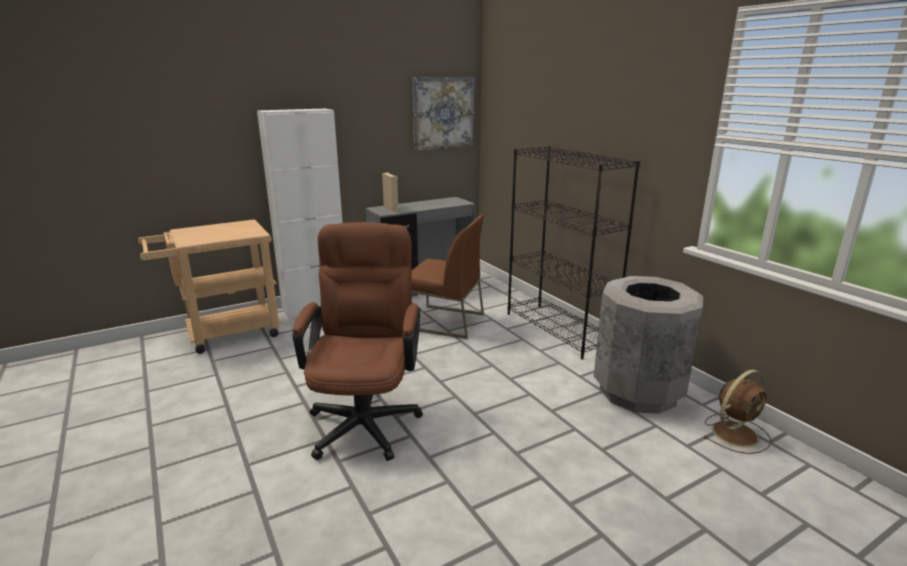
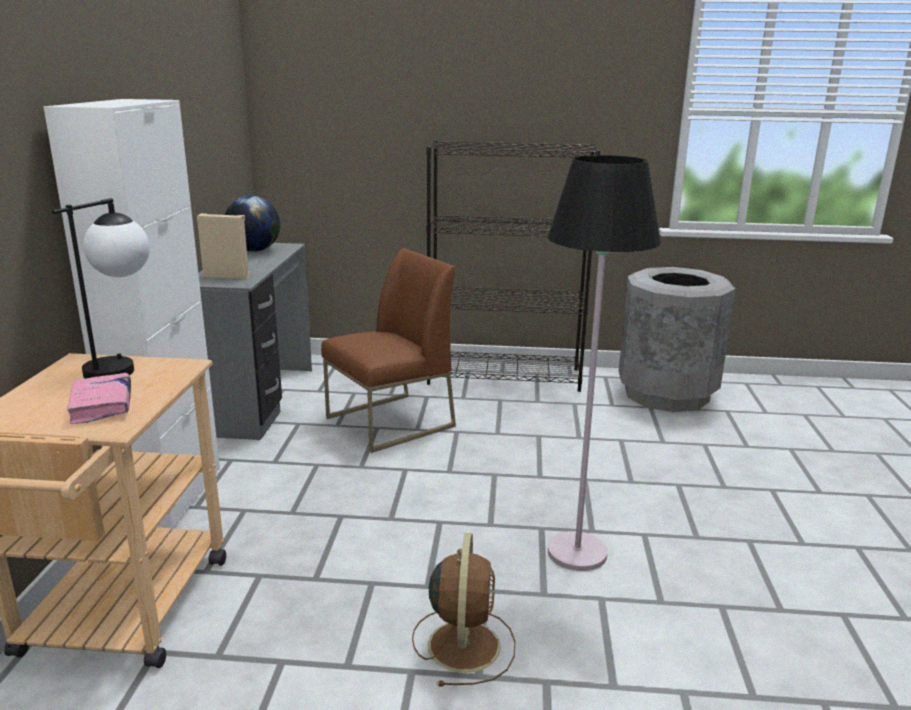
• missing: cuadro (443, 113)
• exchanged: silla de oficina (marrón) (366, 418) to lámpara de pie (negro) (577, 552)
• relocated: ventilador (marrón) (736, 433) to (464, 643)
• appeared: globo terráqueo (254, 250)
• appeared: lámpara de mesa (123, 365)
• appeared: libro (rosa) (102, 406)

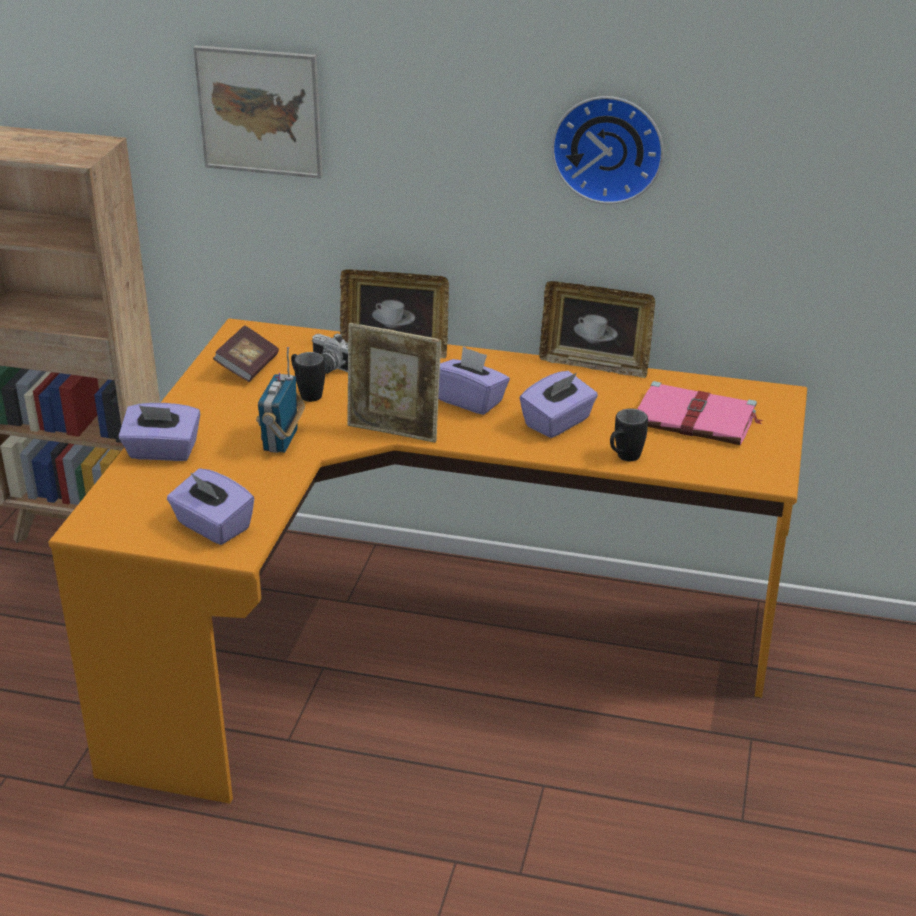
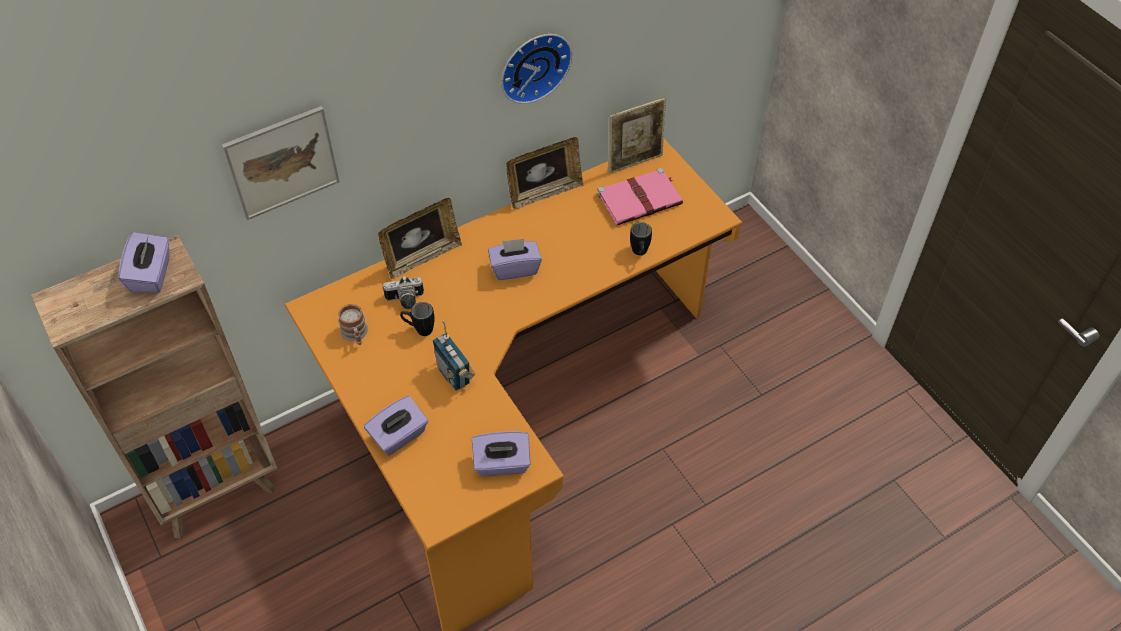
• relocated: portarretratos (394, 431) to (635, 162)
• exchanged: libro (248, 367) to taza grande (355, 334)
• relocated: caja de pañuelos (morado) (558, 423) to (152, 275)

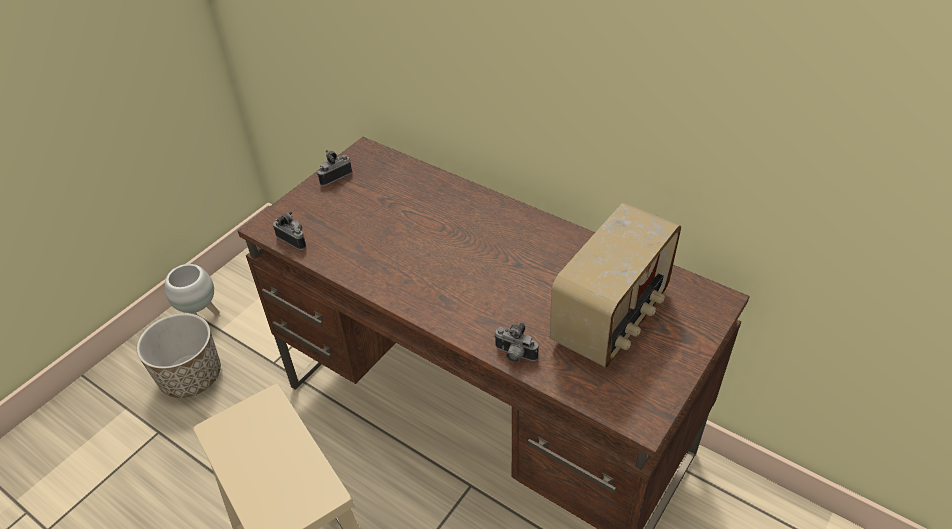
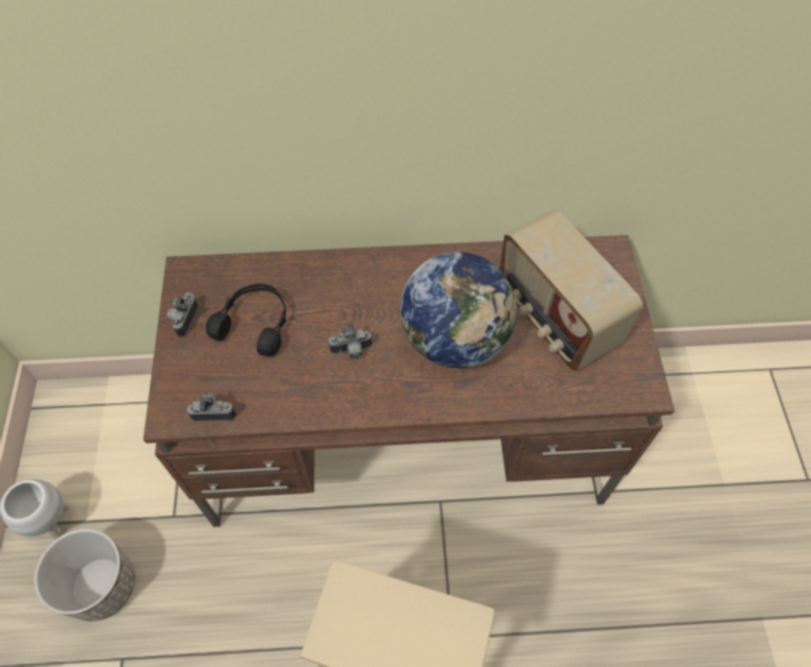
• spun: radio (612, 319) = (554, 317) 150 degrees clockwise
• relocated: cámara (514, 355) to (351, 351)
• appeared: globo terráqueo (455, 338)
• appeared: auriculares (negro) (255, 323)

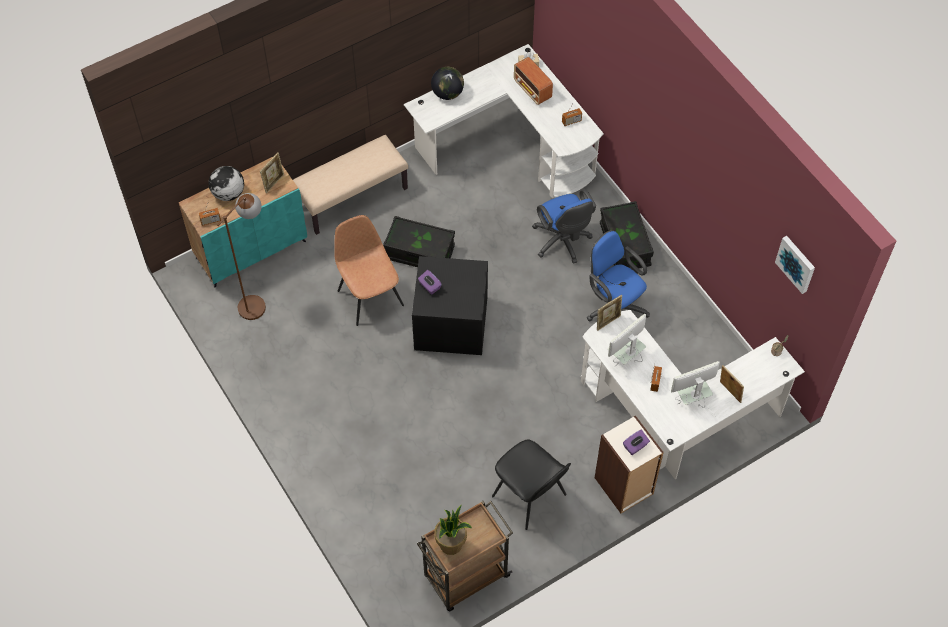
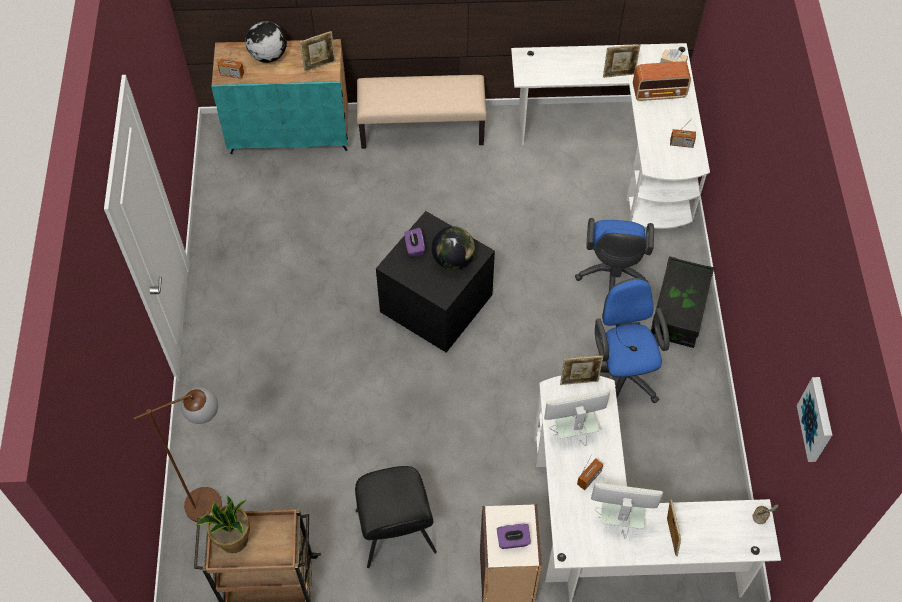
• spun: radio (532, 90) = (659, 92) 90 degrees counterclockwise
• relocated: globo terráqueo (447, 93) to (453, 259)
• relocated: lámpara de pie (marrón) (257, 300) to (216, 499)
• missing: silla (marrón) (370, 296)
• missing: caja de almacenaje (negro) (420, 253)
• appeared: portarretratos (619, 74)

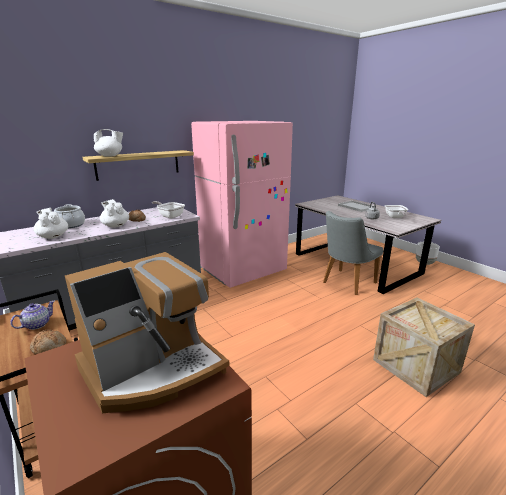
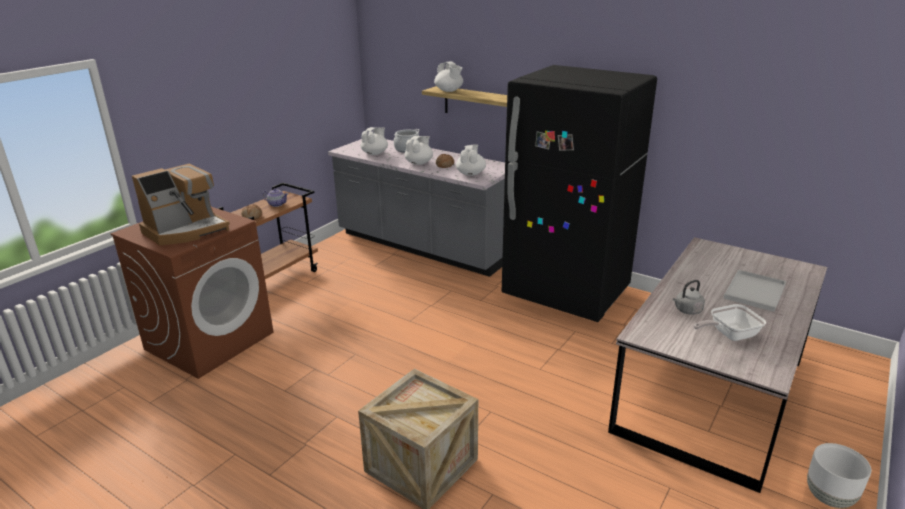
• colour: nevera (rosa) (243, 271) to nevera (negro) (566, 293)
• exchanged: sartén (169, 216) to tetera (blanco) (470, 173)
• missing: silla (gris) (345, 283)
• spun: cafetera (153, 368) = (186, 230) 75 degrees counterclockwise

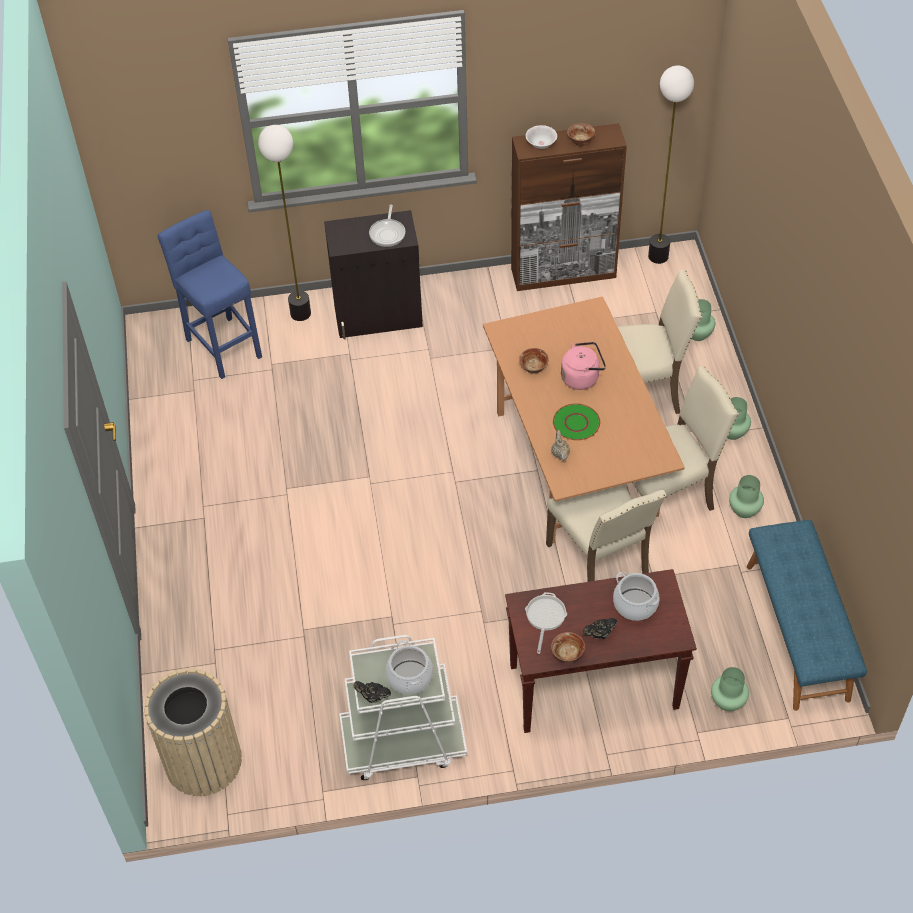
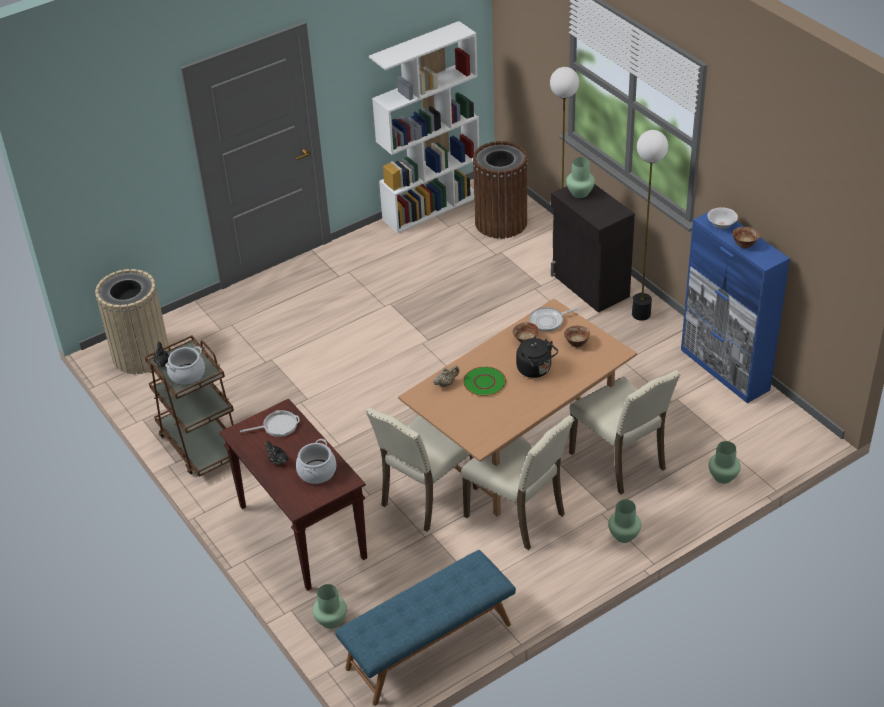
• relocated: lámpara de pie (658, 256) to (641, 314)
• colour: armario (marrón) (564, 273) to armario (azul) (725, 370)
• relocated: sartén (388, 233) to (548, 321)
• exchanged: taburete (azul) (222, 345) to papelera (marrón) (501, 222)
• colour: hervidor (rosa) (582, 377) to hervidor (negro) (536, 370)
• relocated: florero (verde) (744, 509) to (580, 193)
• relocated: cuenco (567, 655) to (576, 343)
• colour: carrito (blanco) (403, 742) to carrito (marrón) (200, 444)
• appeared: estantería (blanco) (432, 207)

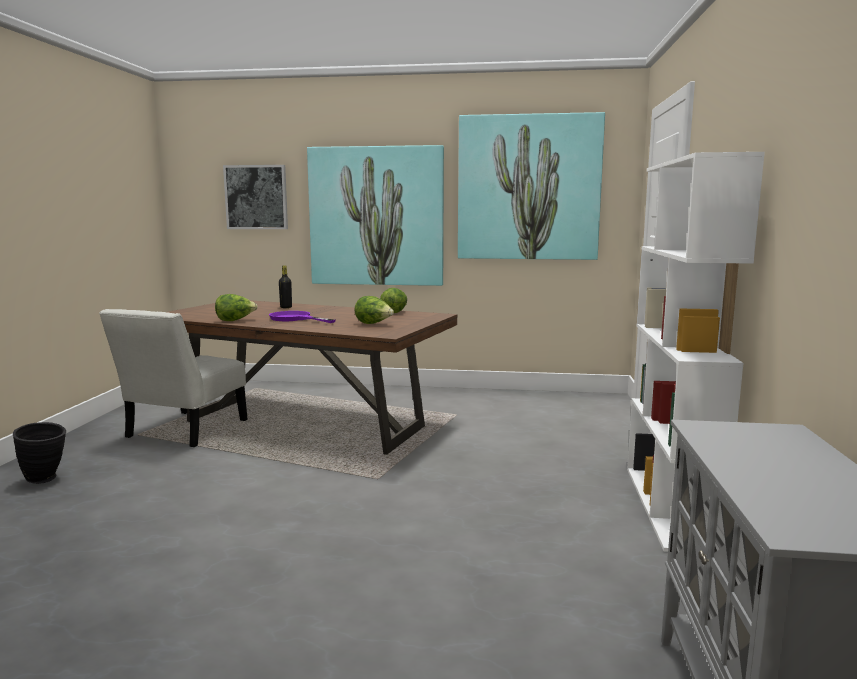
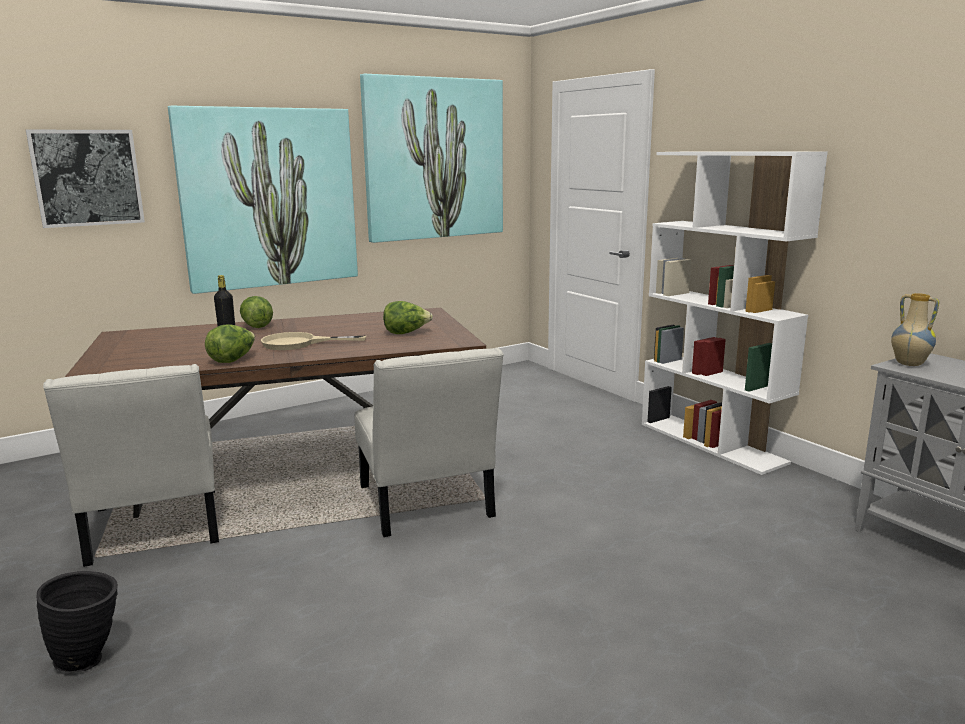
• relocated: lechuga (394, 312) to (257, 326)
• colour: sartén (morado) (295, 319) to sartén (beis) (299, 343)
• appeared: florero (908, 364)
• appeared: silla (blanco) (426, 506)

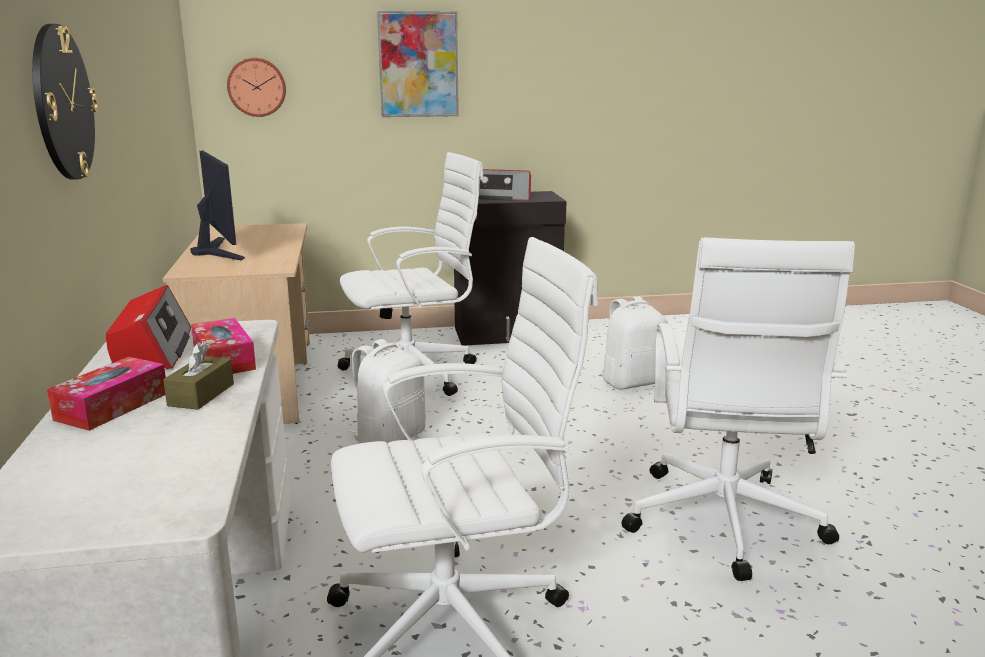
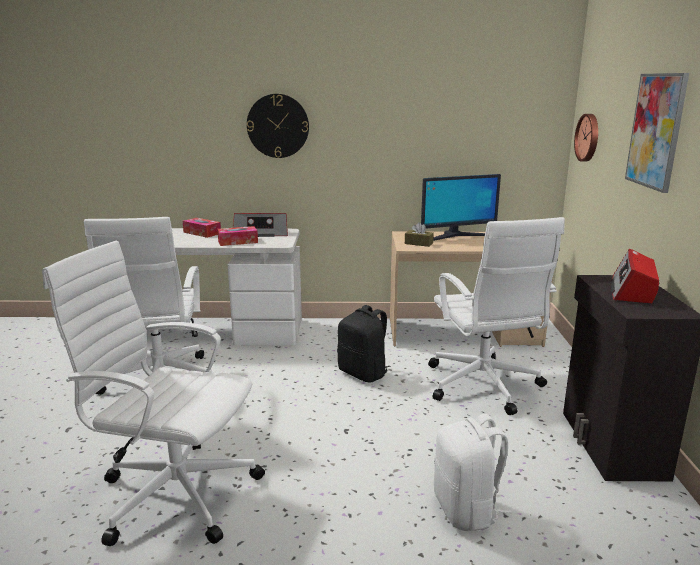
• colour: mochila (blanco) (389, 438) to mochila (negro) (363, 373)
• relocated: caja de pañuelos (marrón) (201, 395) to (418, 243)

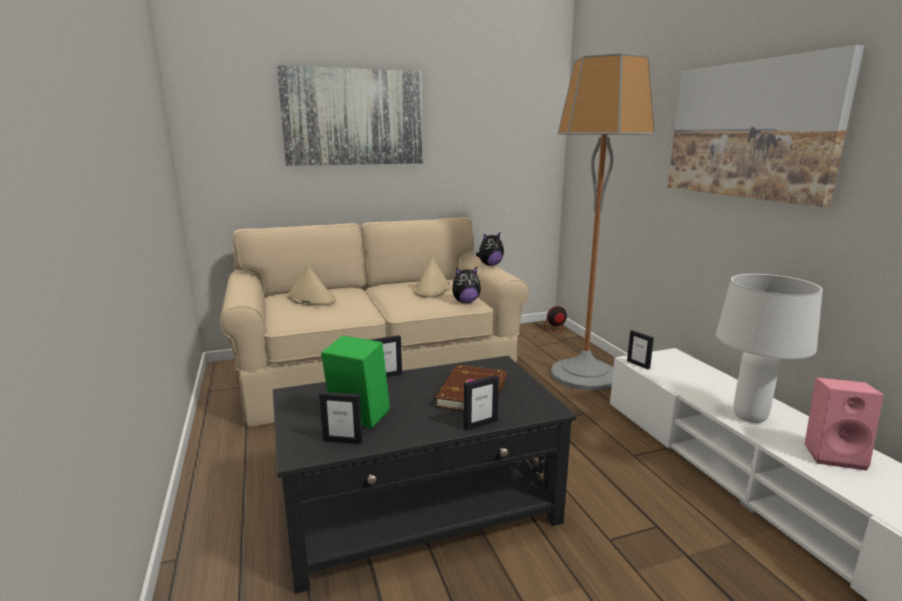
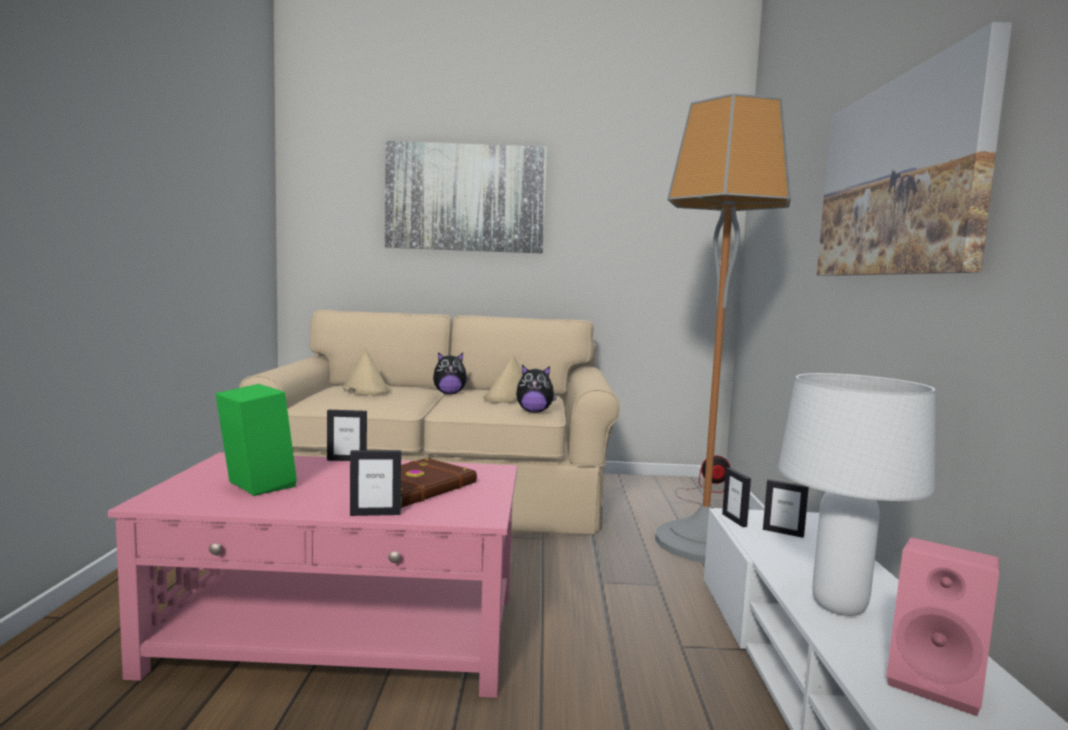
• relocated: peluche (490, 265) to (449, 393)
• colour: mesa de centro (negro) (420, 507) to mesa de centro (rosa) (343, 634)
• relocated: portarretratos (342, 440) to (783, 532)

